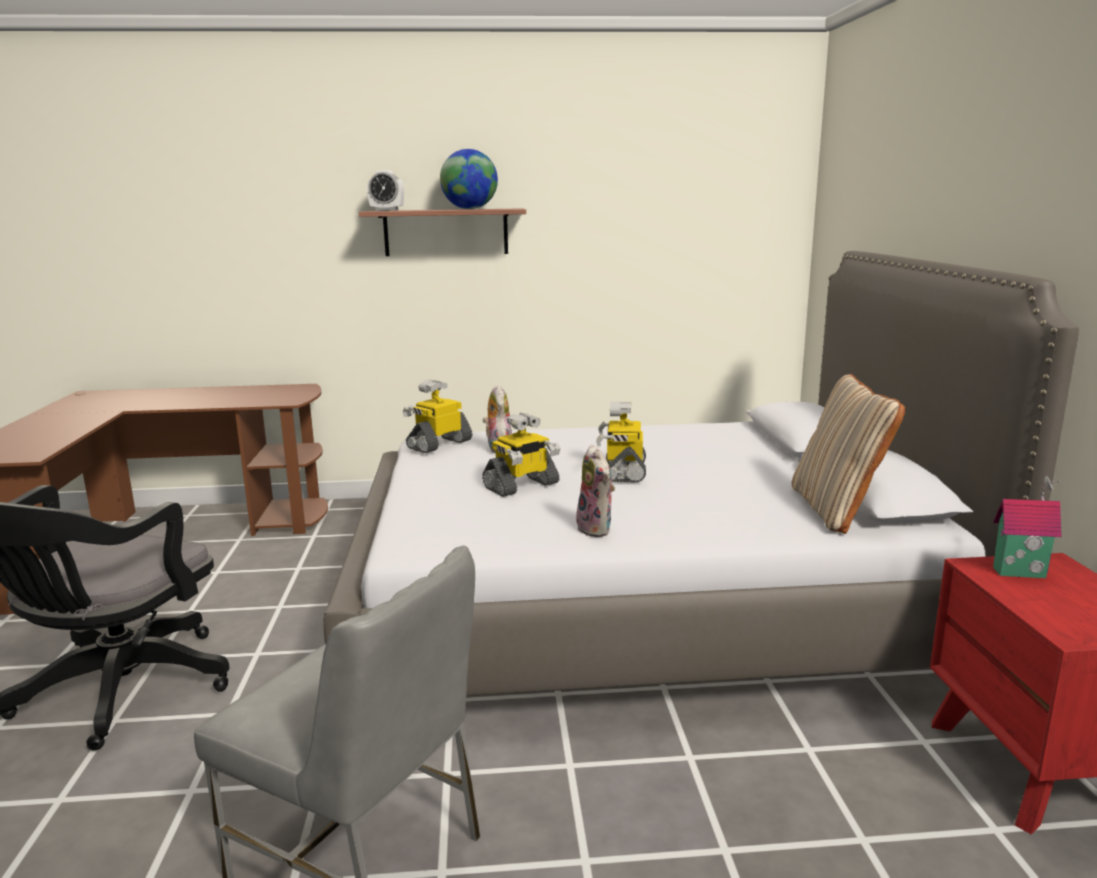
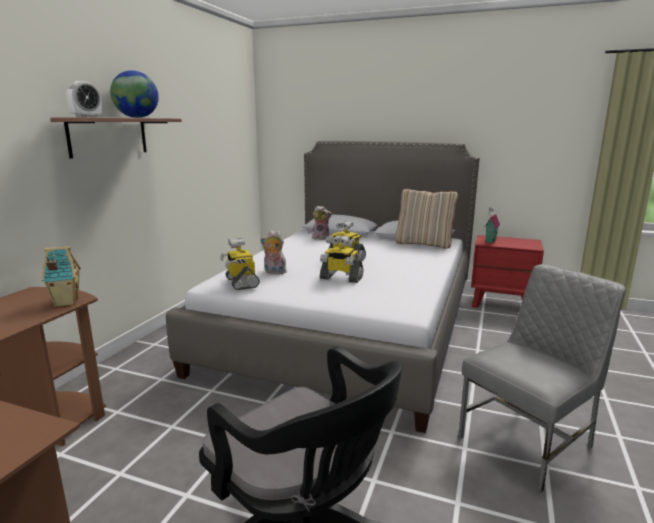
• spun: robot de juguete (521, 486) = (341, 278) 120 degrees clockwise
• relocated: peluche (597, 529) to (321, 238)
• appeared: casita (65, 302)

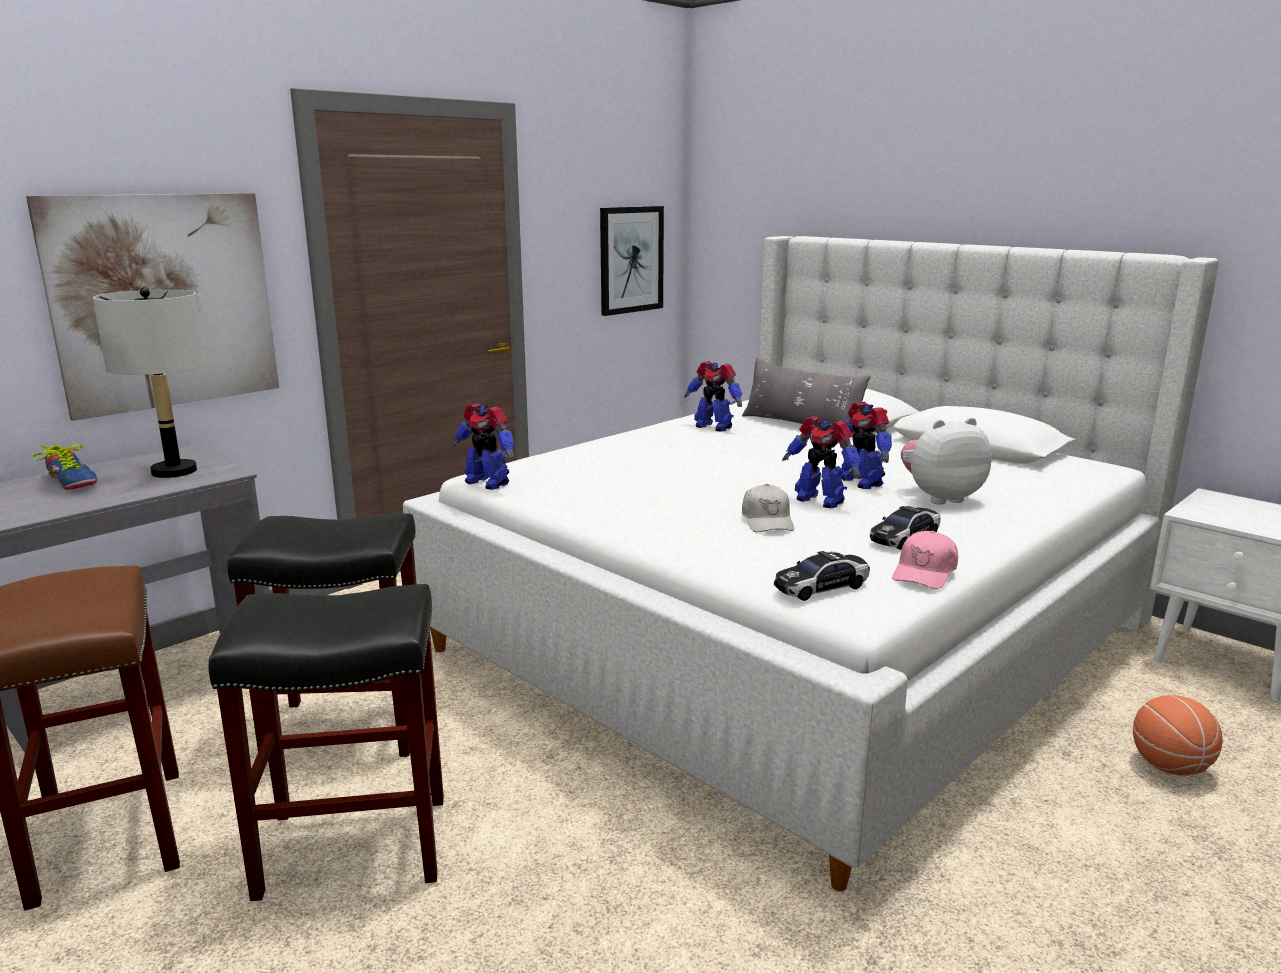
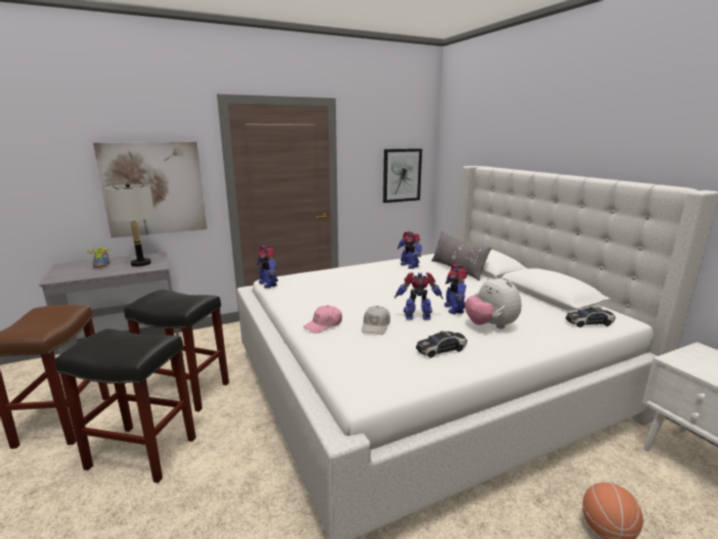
• spun: robot de juguete (819, 500) = (418, 317) 120 degrees clockwise
• spun: peluche (940, 497) = (490, 326) 120 degrees counterclockwise
• relocated: gorra (rosa) (925, 573) to (323, 325)
• relocated: coche de juguete (821, 587) to (589, 322)

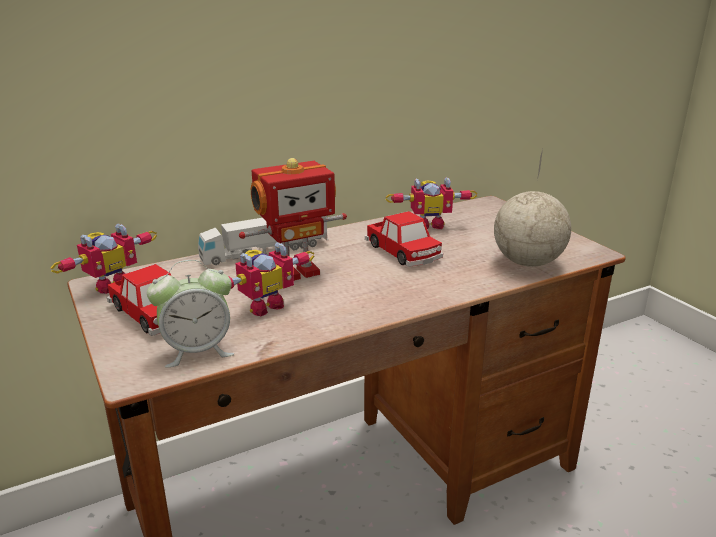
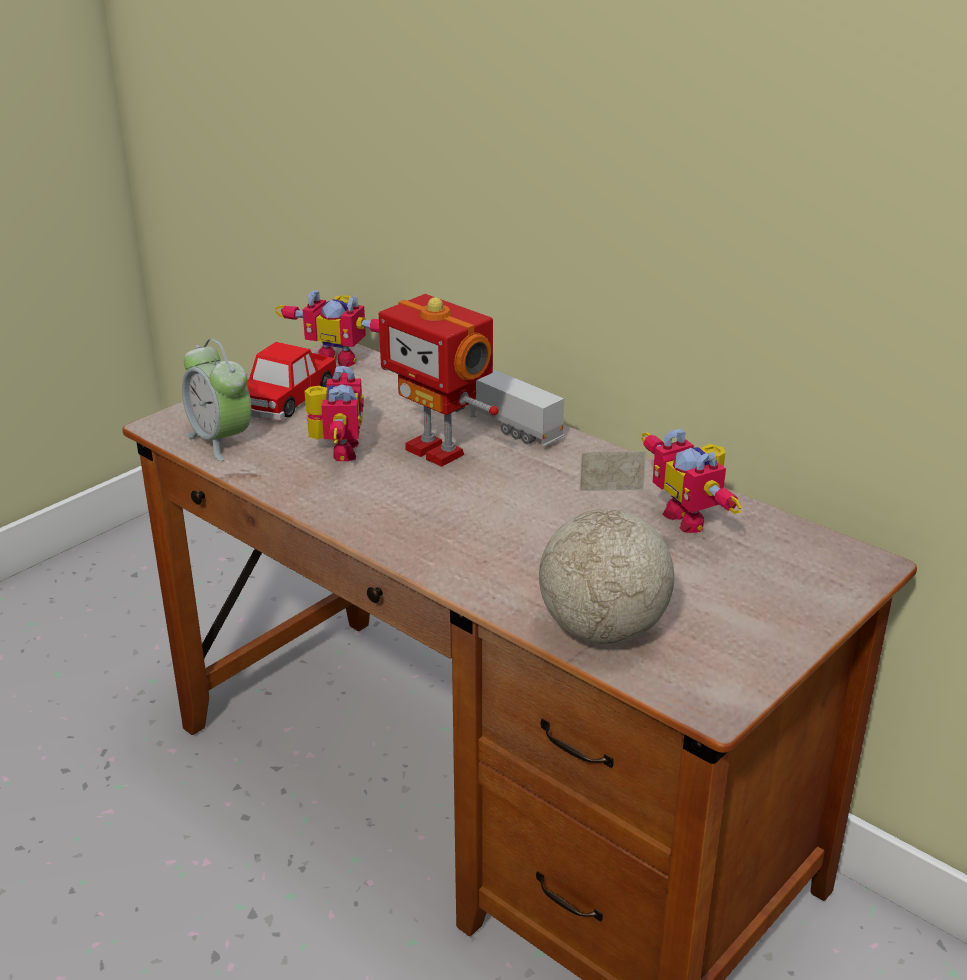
• missing: coche de juguete (403, 252)
• spun: robot de juguete (263, 305) = (336, 450) 120 degrees counterclockwise

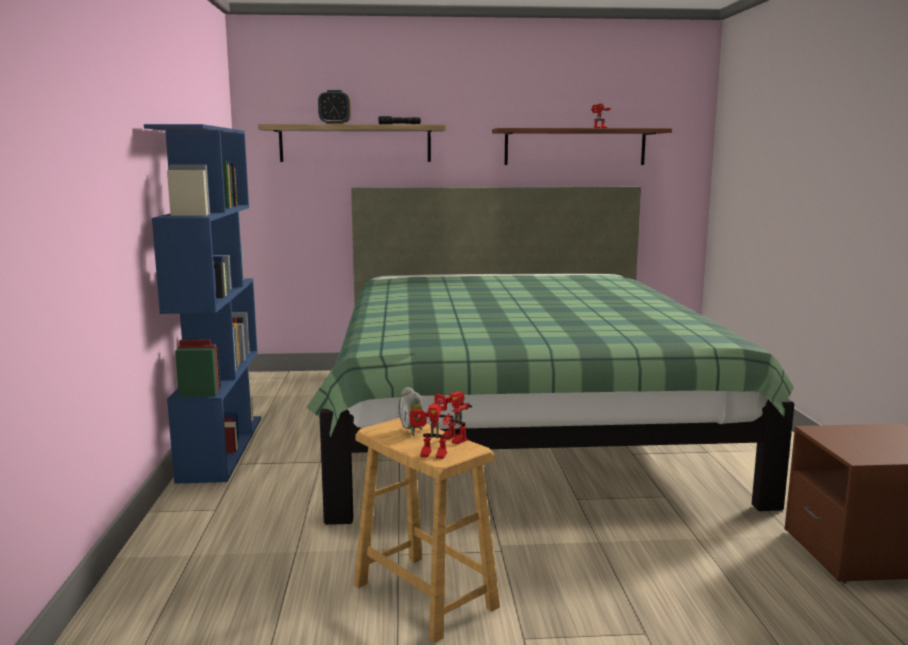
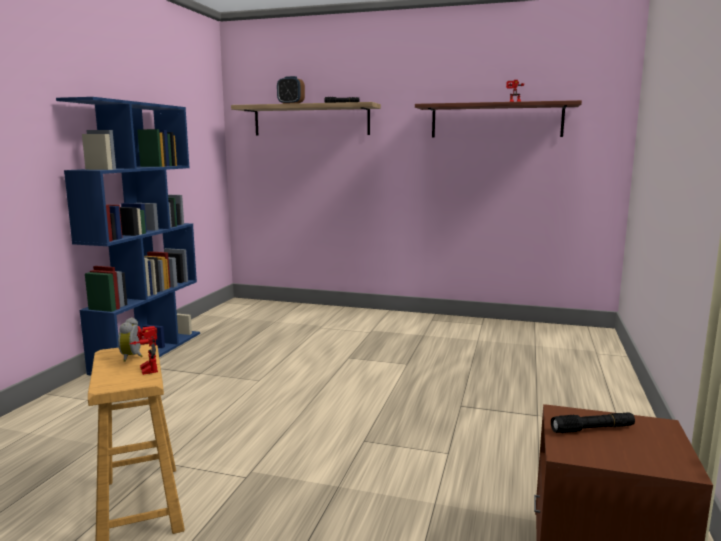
• missing: cama (verde) (516, 425)
• missing: robot de juguete (430, 456)
• appeared: linterna (negro) (592, 429)

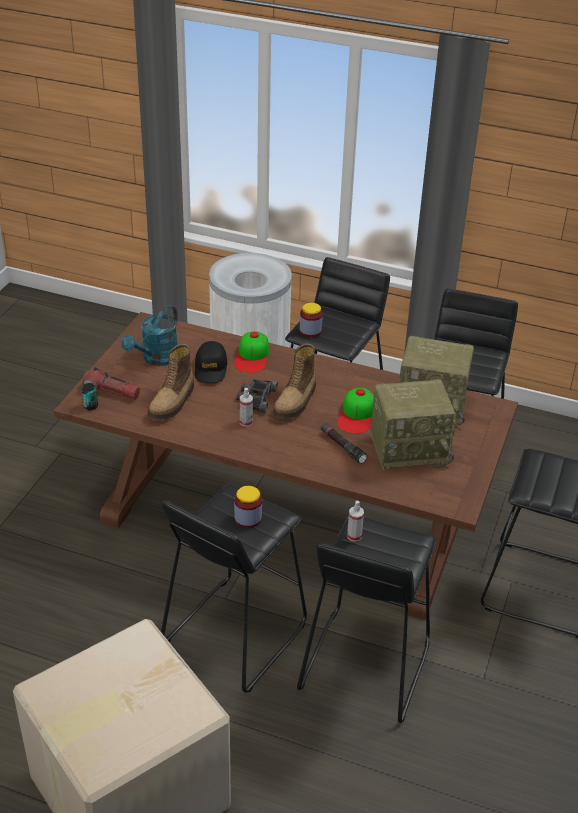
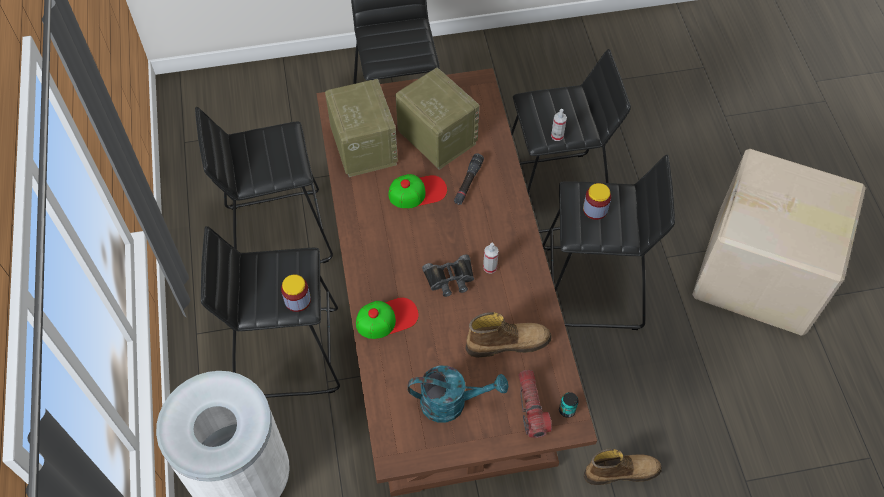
• missing: gorra (negro) (211, 369)
• relocated: bota (296, 402) to (621, 471)

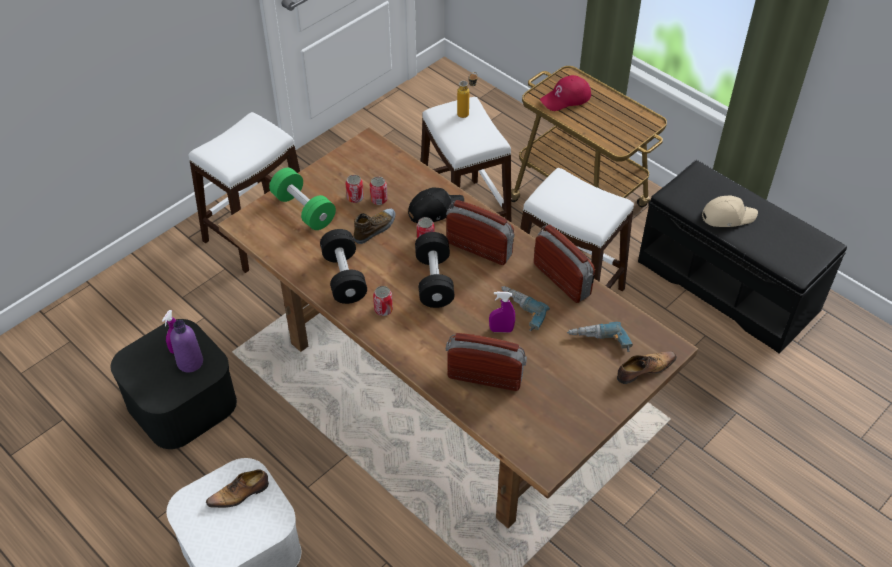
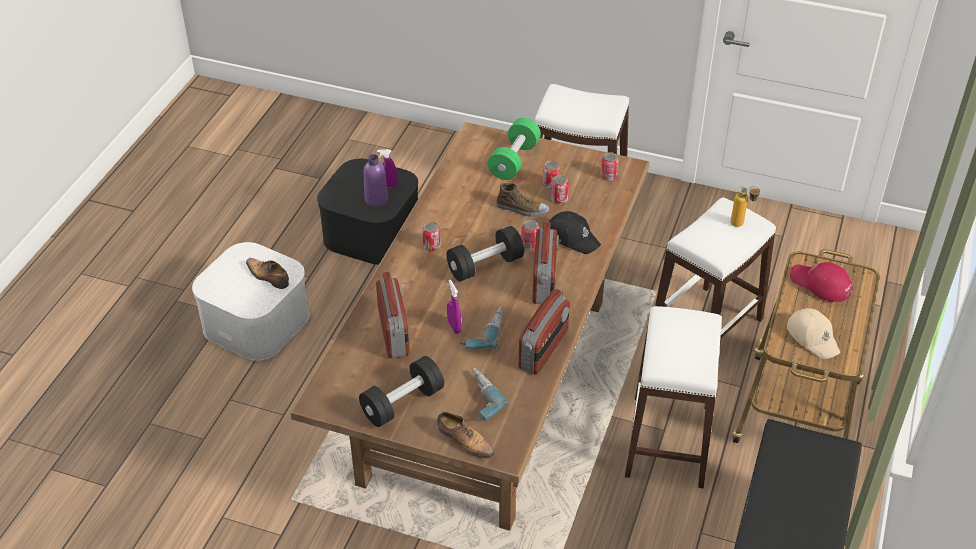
• relocated: gorra (beis) (727, 216) to (813, 337)
• relocated: mancuerna (negro) (344, 277) to (402, 403)
• appeared: lata (608, 176)

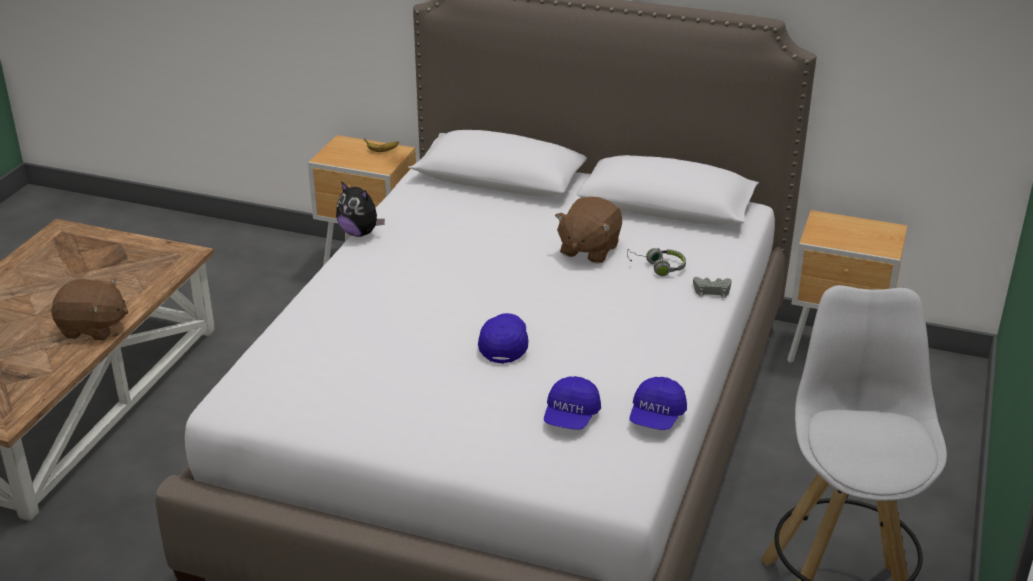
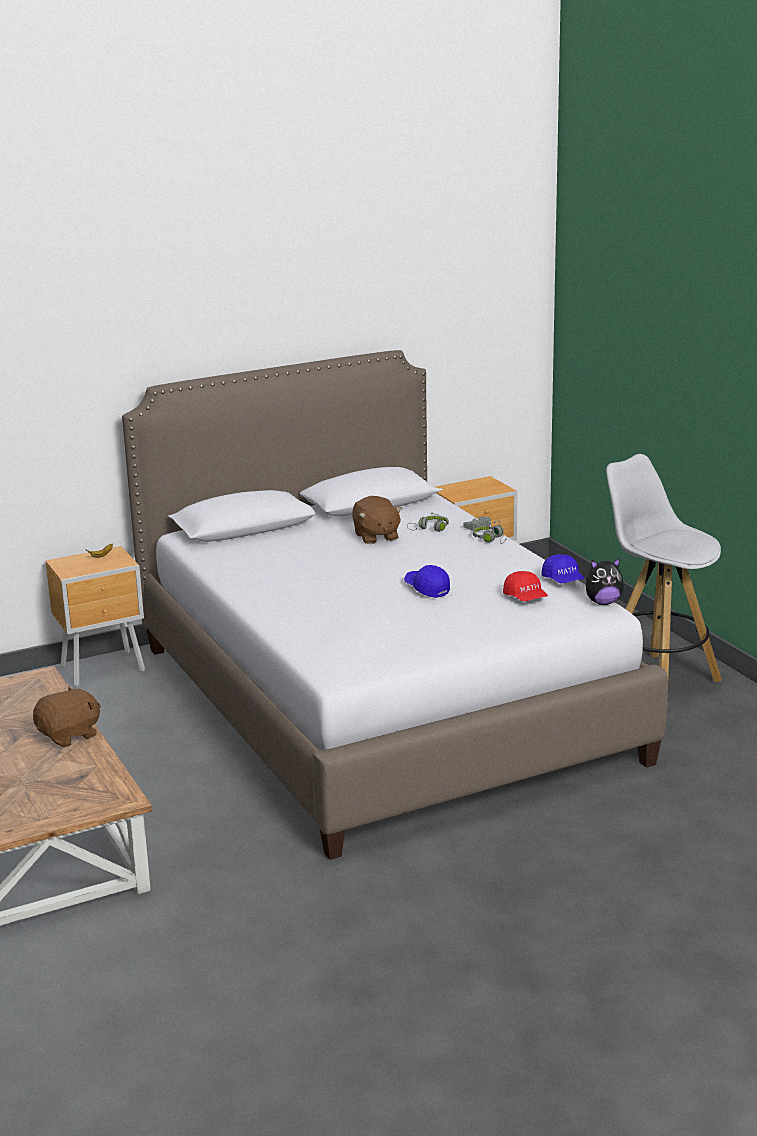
• relocated: peluche (360, 233) to (603, 602)
• colour: gorra (azul) (571, 417) to gorra (rojo) (525, 598)
• appeared: auriculares (gris) (491, 539)

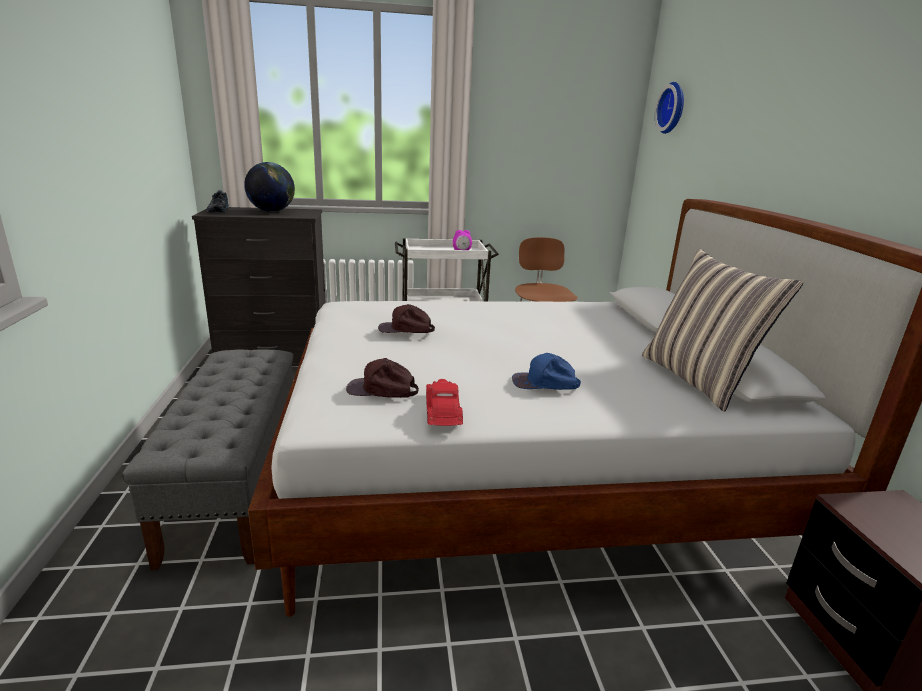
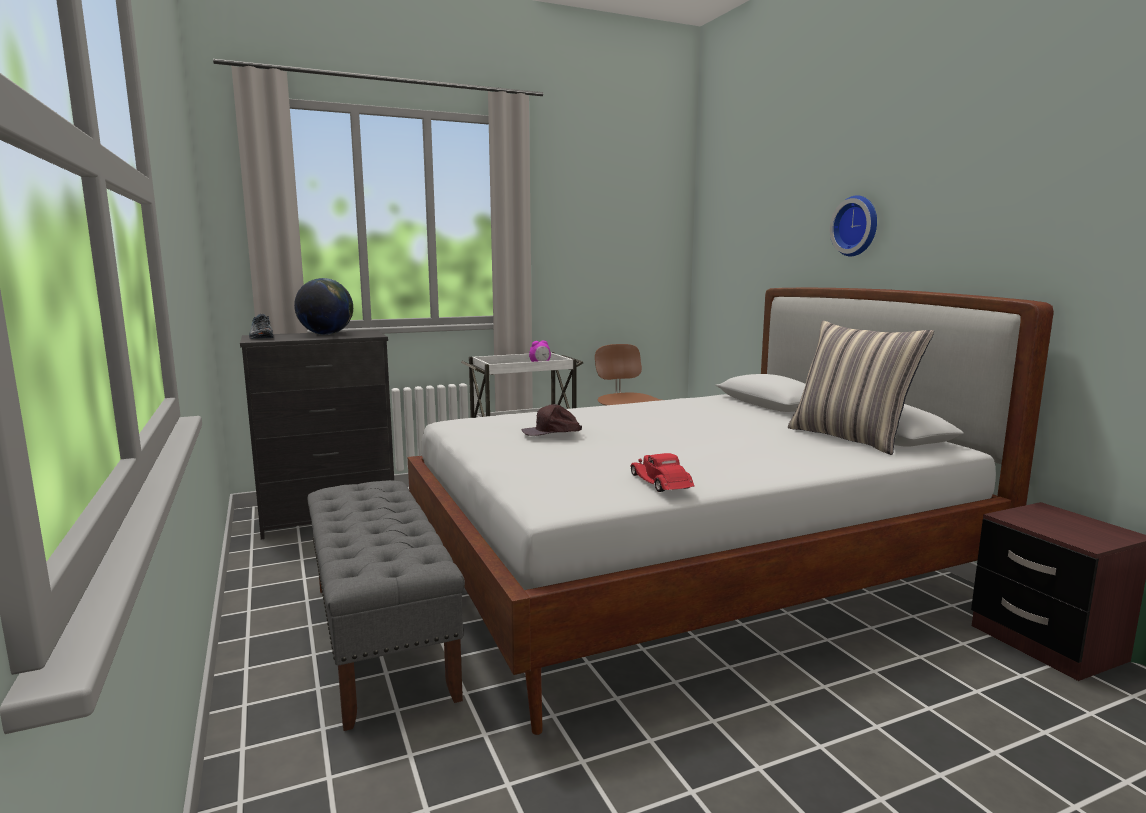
• relocated: reloj de pared (673, 108) to (857, 226)
• missing: gorra (azul) (545, 383)
• missing: gorra (marrón) (382, 390)

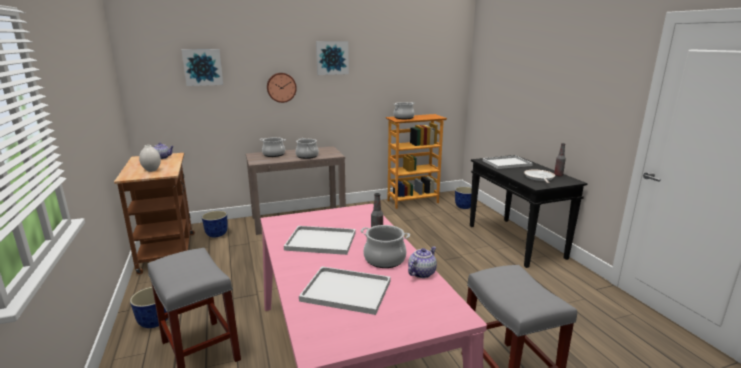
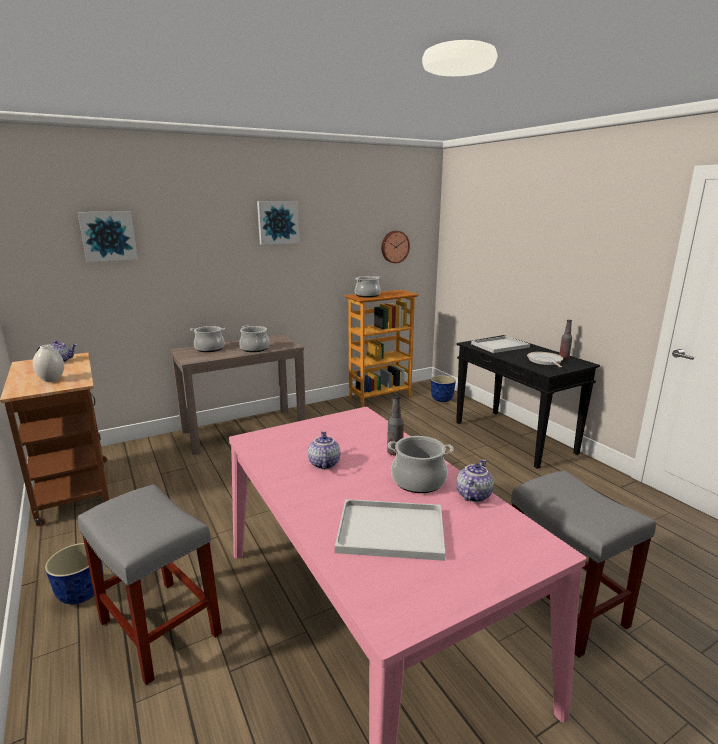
• relocated: reloj de pared (281, 87) to (394, 246)
• missing: maceta (216, 234)
• exchanged: bandeja (blanco) (319, 241) to tetera (323, 463)

